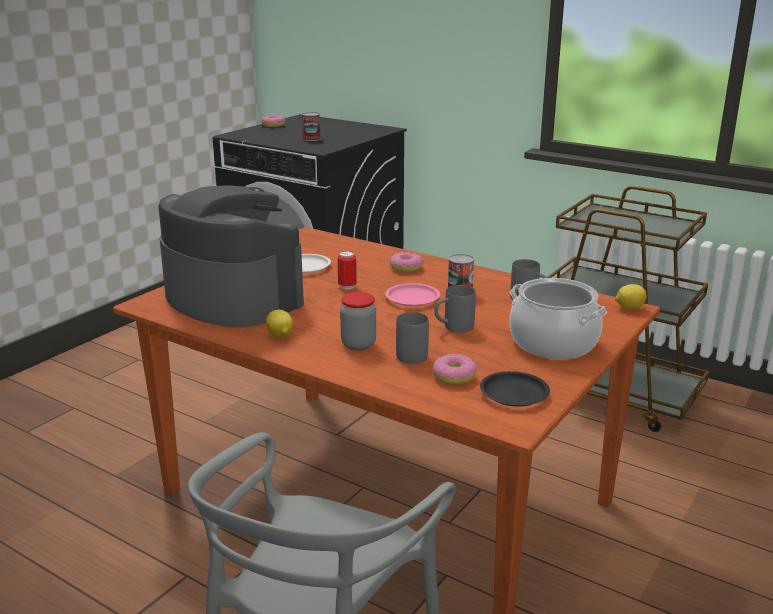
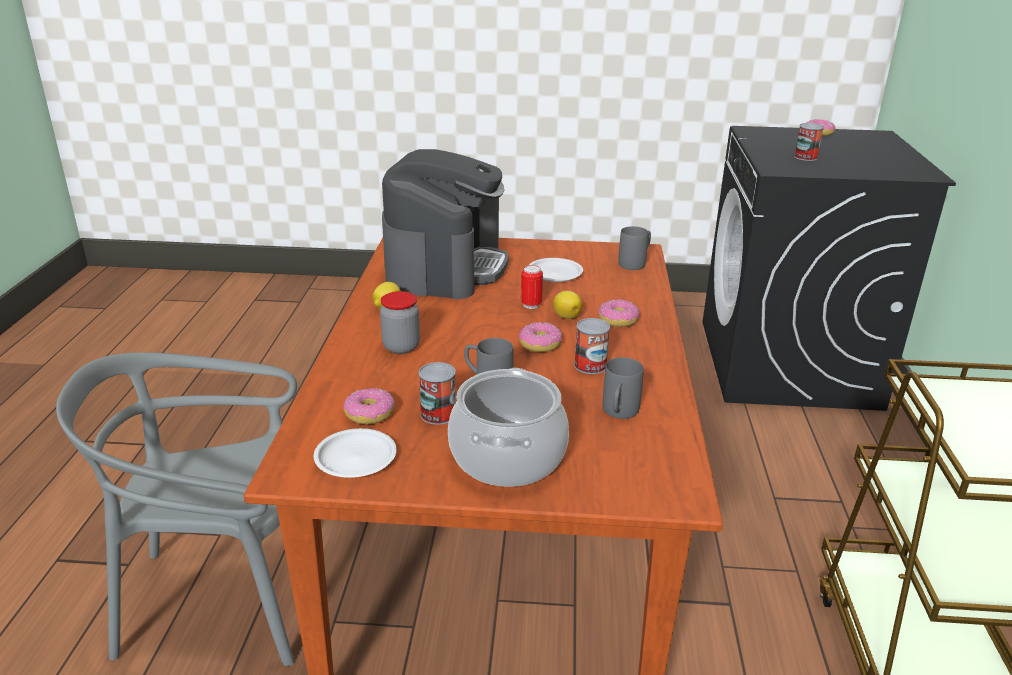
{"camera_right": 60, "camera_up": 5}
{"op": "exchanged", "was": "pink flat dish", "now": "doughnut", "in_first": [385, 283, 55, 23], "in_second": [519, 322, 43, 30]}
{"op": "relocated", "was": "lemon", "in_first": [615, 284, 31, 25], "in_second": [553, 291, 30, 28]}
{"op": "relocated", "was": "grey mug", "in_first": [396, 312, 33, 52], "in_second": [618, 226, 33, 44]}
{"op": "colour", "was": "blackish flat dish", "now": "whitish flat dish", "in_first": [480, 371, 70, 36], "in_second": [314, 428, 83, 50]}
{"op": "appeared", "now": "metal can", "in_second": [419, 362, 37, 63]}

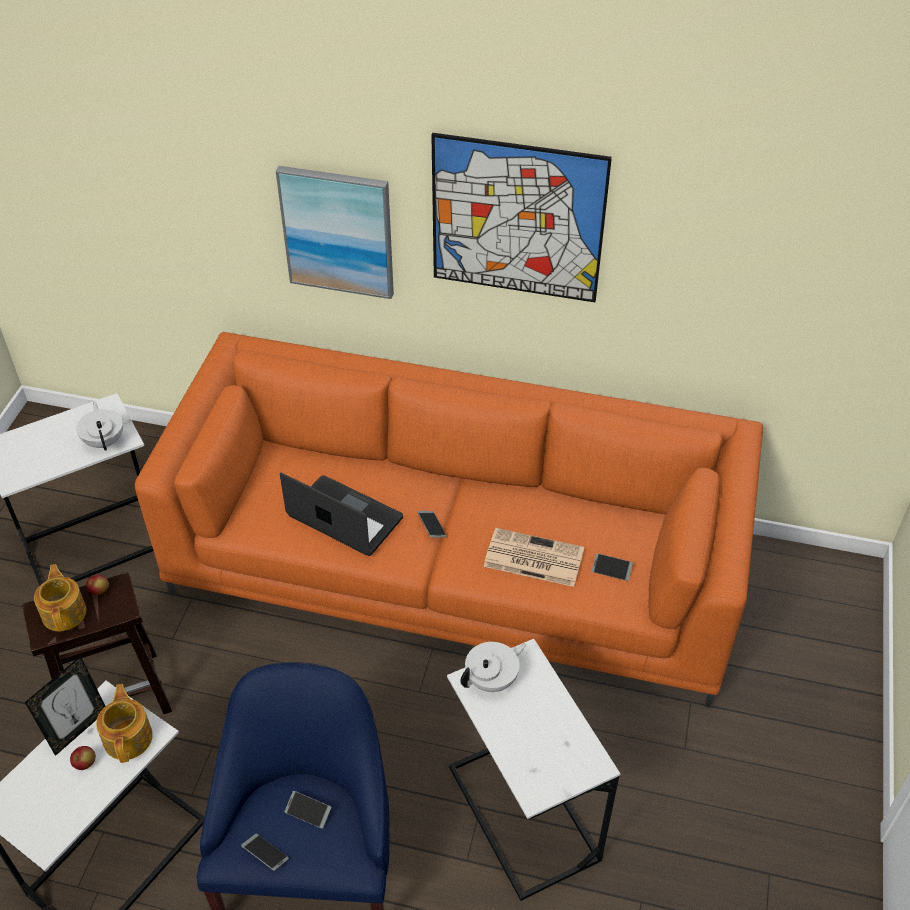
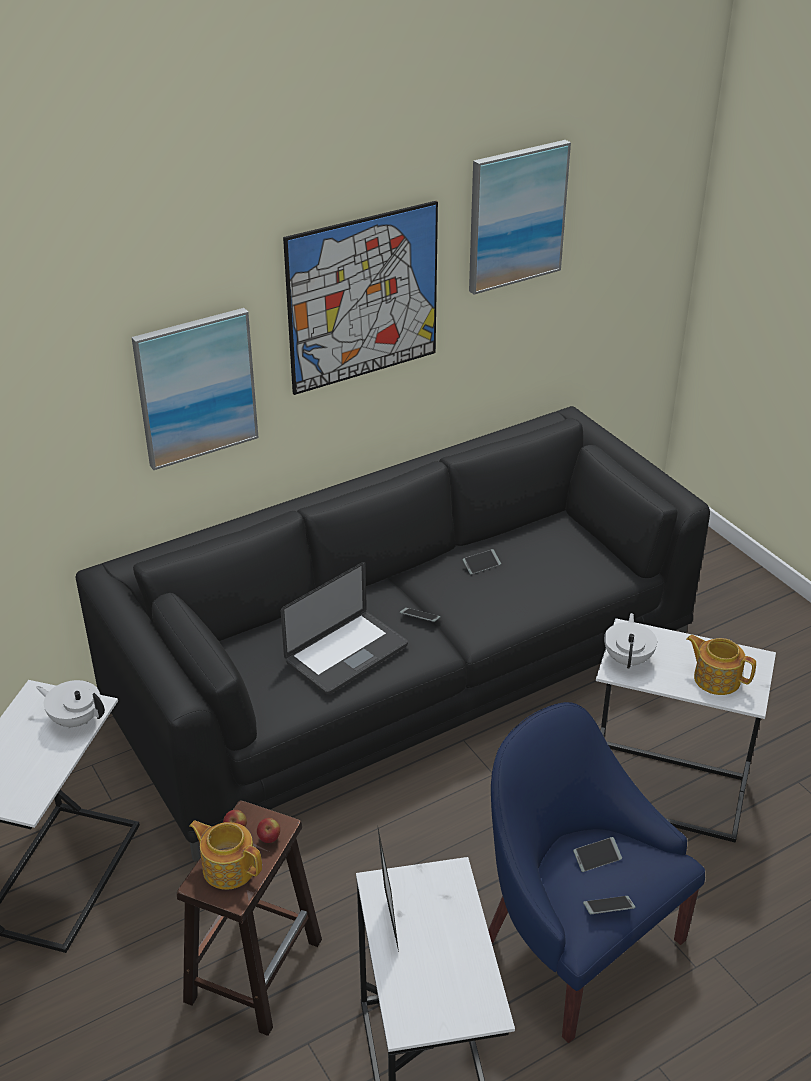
{"camera_right": -45, "camera_up": -10}
{"op": "colour", "was": "orange couch", "now": "blackish couch", "in_first": [135, 332, 628, 376], "in_second": [76, 406, 634, 456]}
{"op": "spun", "was": "laptop", "in_first": [280, 473, 123, 83], "in_second": [281, 562, 127, 133], "clockwise": 150}
{"op": "missing", "was": "newspaper", "in_first": [483, 528, 101, 59]}
{"op": "relocated", "was": "telephone", "in_first": [592, 553, 41, 28], "in_second": [463, 549, 38, 25]}
{"op": "relocated", "was": "teapot", "in_first": [96, 684, 57, 79], "in_second": [687, 635, 69, 60]}
{"op": "relocated", "was": "apple", "in_first": [70, 746, 26, 24], "in_second": [257, 818, 23, 25]}
{"op": "appeared", "now": "wall art", "in_second": [469, 140, 102, 154]}

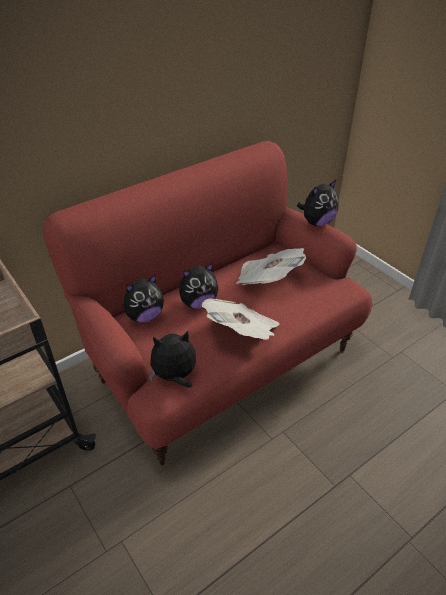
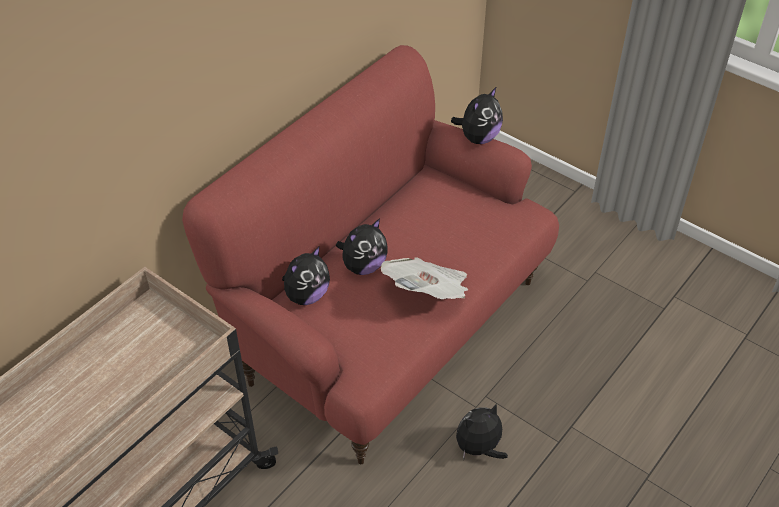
{"camera_right": -15, "camera_up": 5}
{"op": "missing", "was": "newspaper", "in_first": [236, 248, 70, 37]}
{"op": "relocated", "was": "plush toy", "in_first": [149, 331, 47, 56], "in_second": [456, 403, 52, 56]}

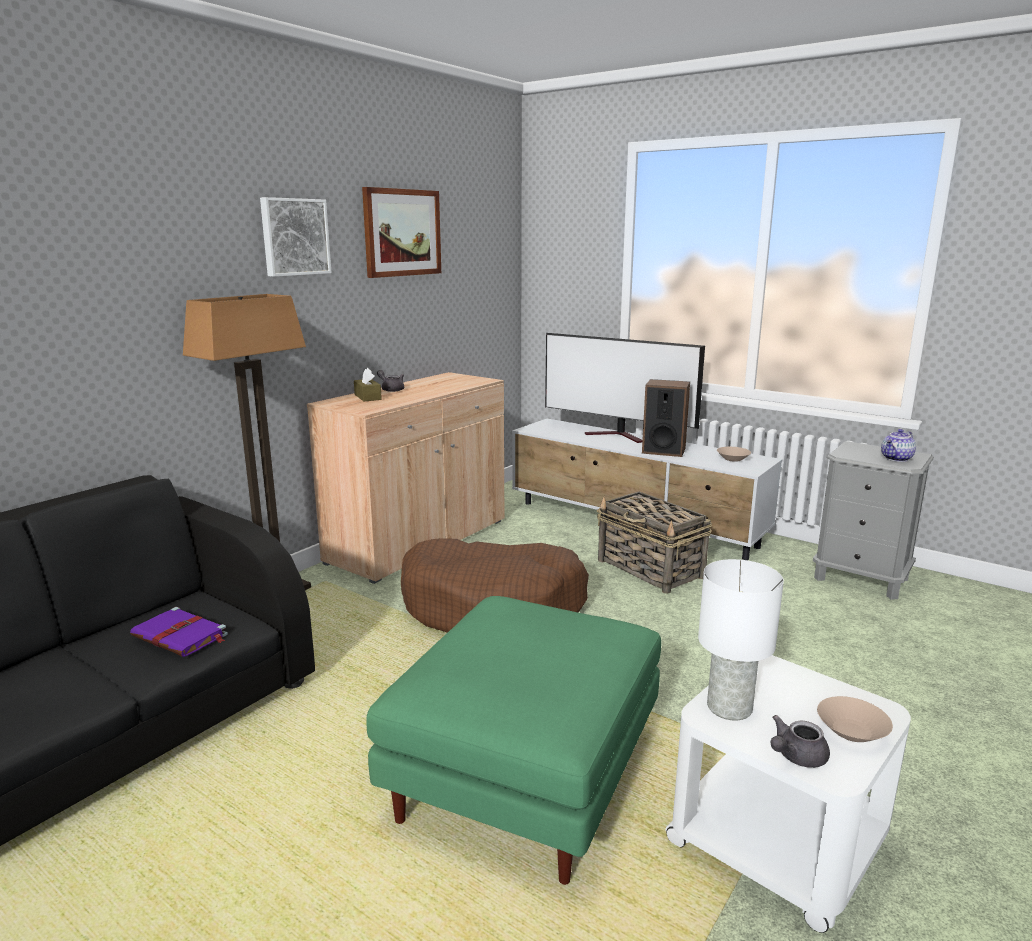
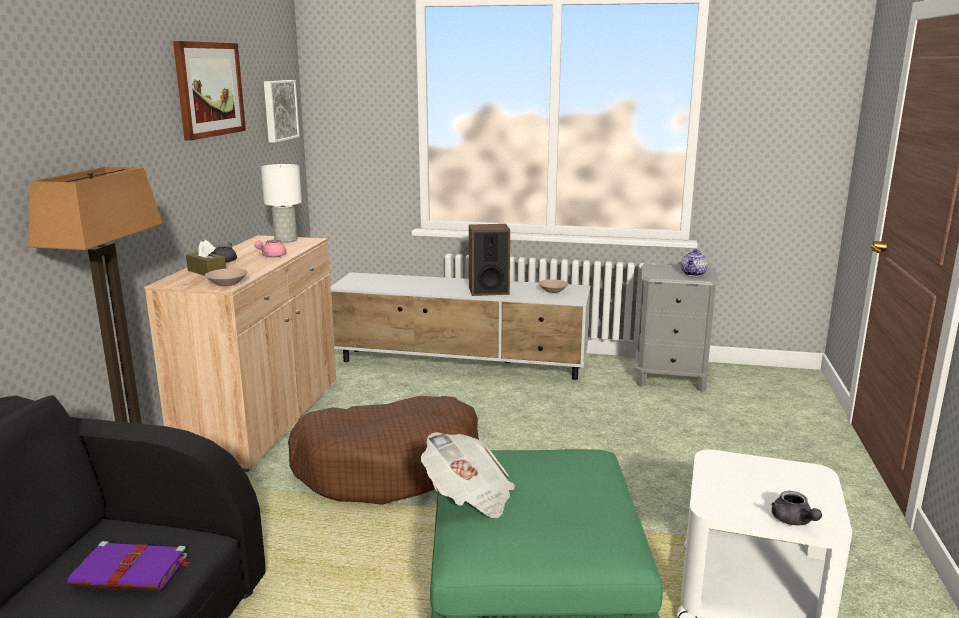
{"camera_right": -25, "camera_up": 0}
{"op": "relocated", "was": "wall art", "in_first": [260, 197, 71, 80], "in_second": [264, 80, 36, 63]}
{"op": "missing", "was": "television", "in_first": [545, 333, 160, 110]}
{"op": "missing", "was": "basket", "in_first": [597, 492, 115, 102]}
{"op": "relocated", "was": "whitish tabletop lamp", "in_first": [698, 559, 86, 162], "in_second": [261, 164, 41, 79]}
{"op": "relocated", "was": "beige-coloured deep dish", "in_first": [817, 696, 76, 46], "in_second": [205, 268, 43, 18]}
{"op": "spun", "was": "grey teapot", "in_first": [770, 715, 60, 53], "in_second": [772, 491, 50, 35], "clockwise": -45}
{"op": "appeared", "now": "pink teapot", "in_second": [254, 240, 33, 17]}
{"op": "appeared", "now": "newspaper", "in_second": [421, 432, 94, 86]}

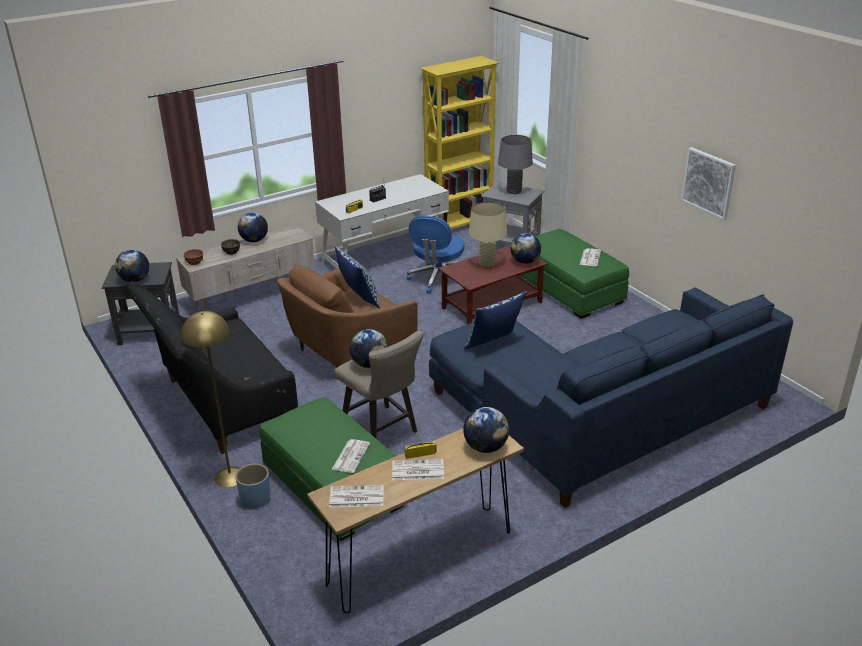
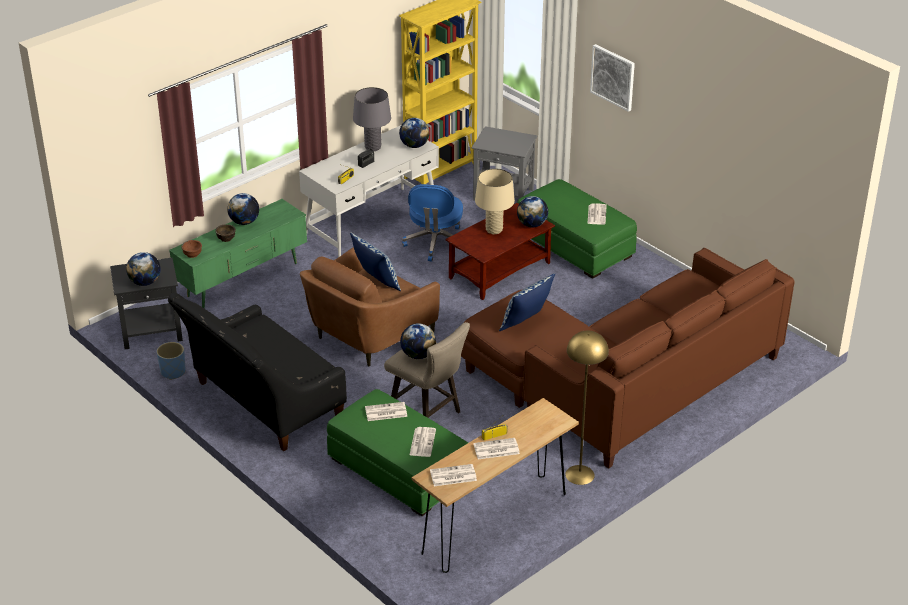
{"camera_right": -10, "camera_up": 5}
{"op": "relocated", "was": "grey tabletop lamp", "in_first": [498, 135, 35, 59], "in_second": [353, 87, 38, 64]}
{"op": "relocated", "was": "wall art", "in_first": [681, 147, 55, 73], "in_second": [590, 44, 45, 68]}
{"op": "colour", "was": "beige-coloured media console", "now": "greenish media console", "in_first": [176, 225, 139, 86], "in_second": [169, 199, 138, 109]}
{"op": "colour", "was": "bluish couch", "now": "brown-coloured couch", "in_first": [429, 287, 364, 221], "in_second": [461, 248, 333, 221]}
{"op": "relocated", "was": "yellow standing lamp", "in_first": [181, 311, 59, 176], "in_second": [565, 330, 44, 155]}
{"op": "relocated", "was": "desk globe", "in_first": [463, 407, 46, 46], "in_second": [399, 118, 31, 30]}
{"op": "relocated", "was": "bluish flower pot", "in_first": [235, 464, 36, 45], "in_second": [157, 342, 28, 38]}
{"op": "appeared", "now": "newspaper", "in_second": [365, 402, 42, 19]}

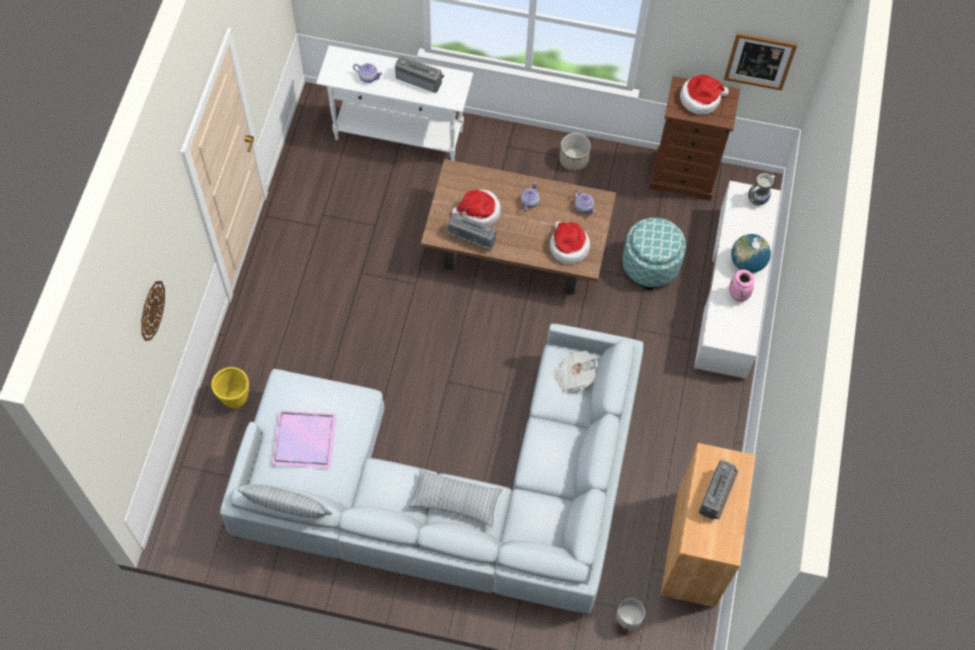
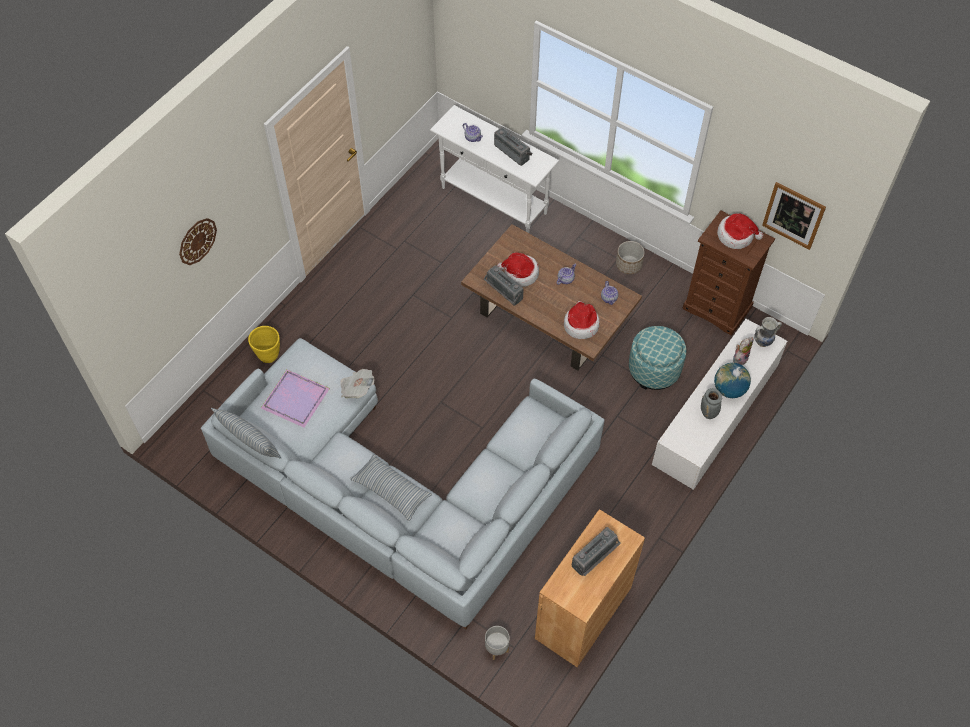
{"camera_right": 25, "camera_up": -5}
{"op": "colour", "was": "pink flower vase", "now": "grey flower vase", "in_first": [729, 269, 26, 33], "in_second": [701, 388, 21, 31]}
{"op": "relocated", "was": "newspaper", "in_first": [552, 351, 46, 41], "in_second": [341, 369, 34, 29]}
{"op": "appeared", "now": "plush toy", "in_second": [733, 337, 20, 28]}

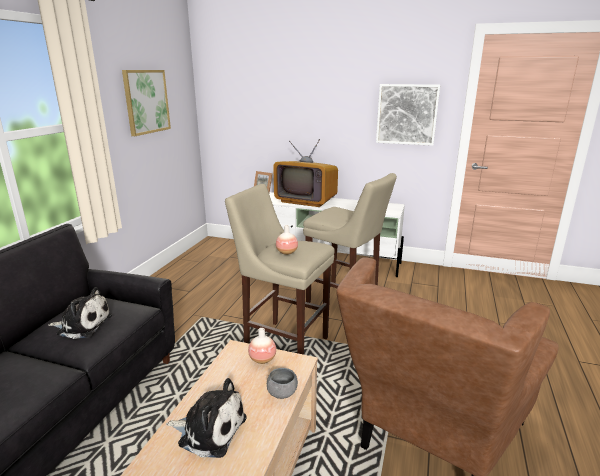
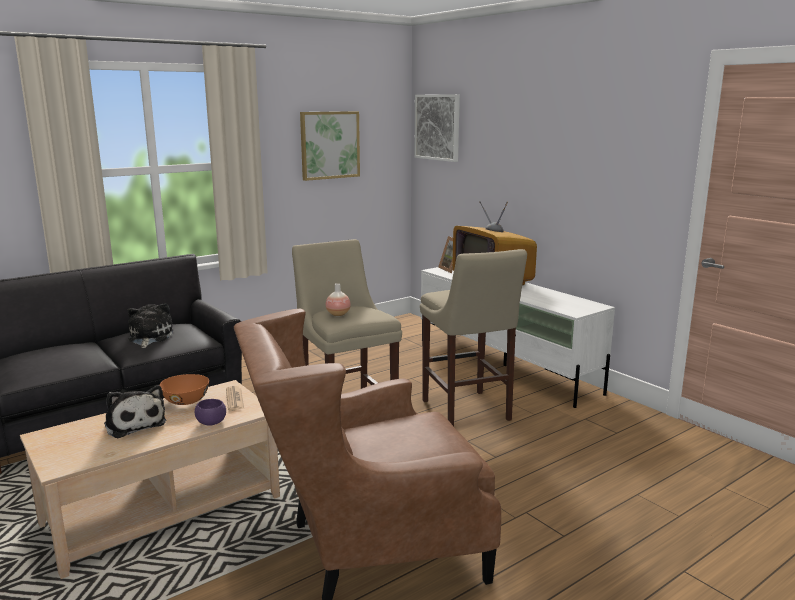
{"camera_right": 35, "camera_up": -5}
{"op": "relocated", "was": "wall art", "in_first": [376, 84, 64, 62], "in_second": [414, 94, 46, 68]}
{"op": "spun", "was": "plush toy", "in_first": [48, 287, 64, 52], "in_second": [128, 303, 45, 45], "clockwise": -135}
{"op": "exchanged", "was": "flower vase", "now": "newspaper", "in_first": [248, 328, 28, 36], "in_second": [226, 386, 18, 25]}
{"op": "colour", "was": "grey deep dish", "now": "purple-coloured deep dish", "in_first": [267, 368, 31, 31], "in_second": [195, 399, 31, 26]}
{"op": "appeared", "now": "orange deep dish", "in_second": [160, 374, 49, 31]}

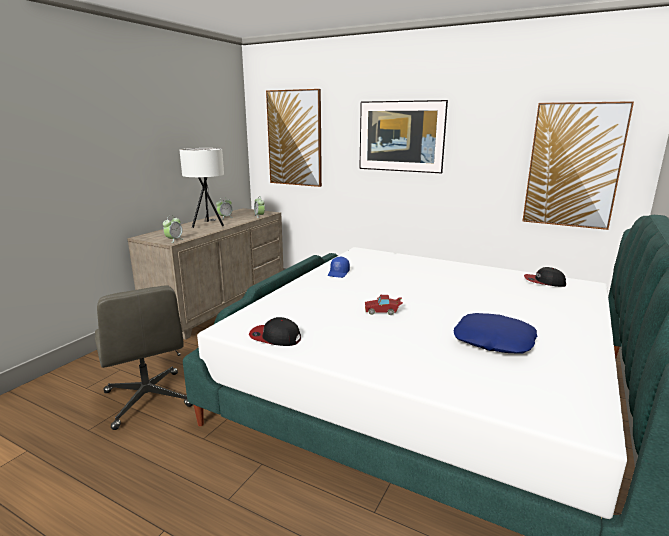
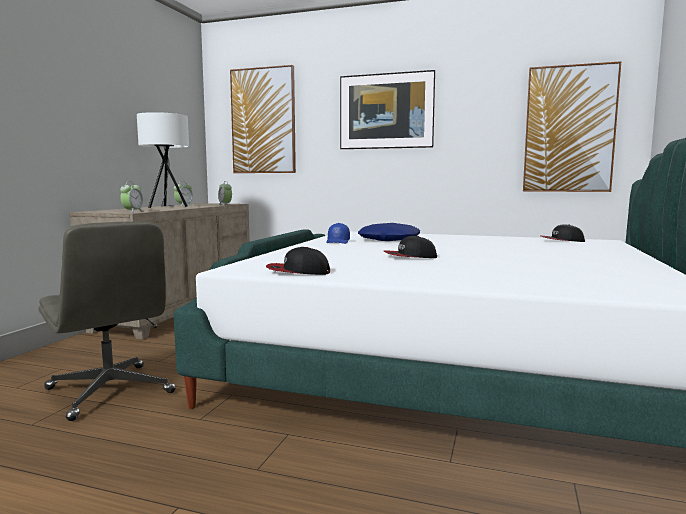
{"camera_right": -10, "camera_up": -10}
{"op": "exchanged", "was": "reddish model car", "now": "baseball cap", "in_first": [365, 295, 38, 20], "in_second": [384, 236, 53, 22]}
{"op": "relocated", "was": "bluish cushion", "in_first": [454, 313, 83, 41], "in_second": [358, 223, 62, 18]}

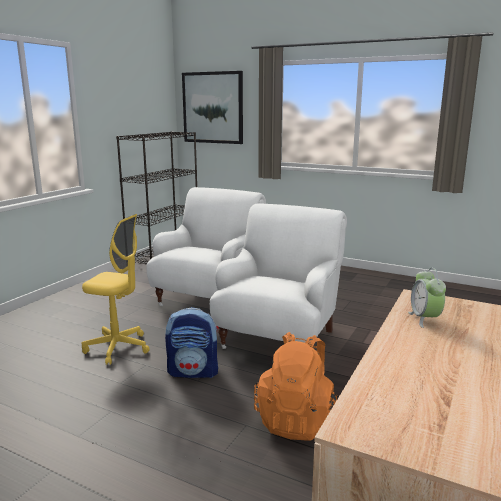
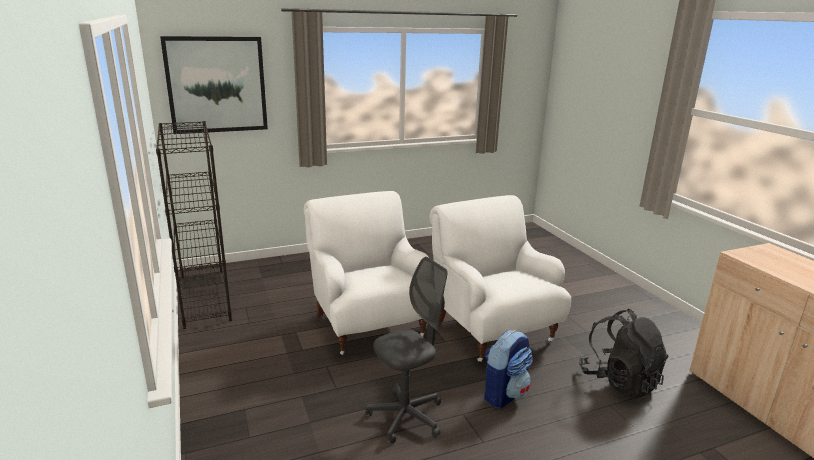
{"camera_right": -50, "camera_up": 5}
{"op": "colour", "was": "yellow office chair", "now": "grey office chair", "in_first": [82, 214, 68, 151], "in_second": [365, 257, 83, 187]}
{"op": "missing", "was": "table clock", "in_first": [408, 267, 38, 61]}
{"op": "colour", "was": "orange rucksack", "now": "blackish rucksack", "in_first": [254, 332, 85, 109], "in_second": [579, 309, 90, 90]}

